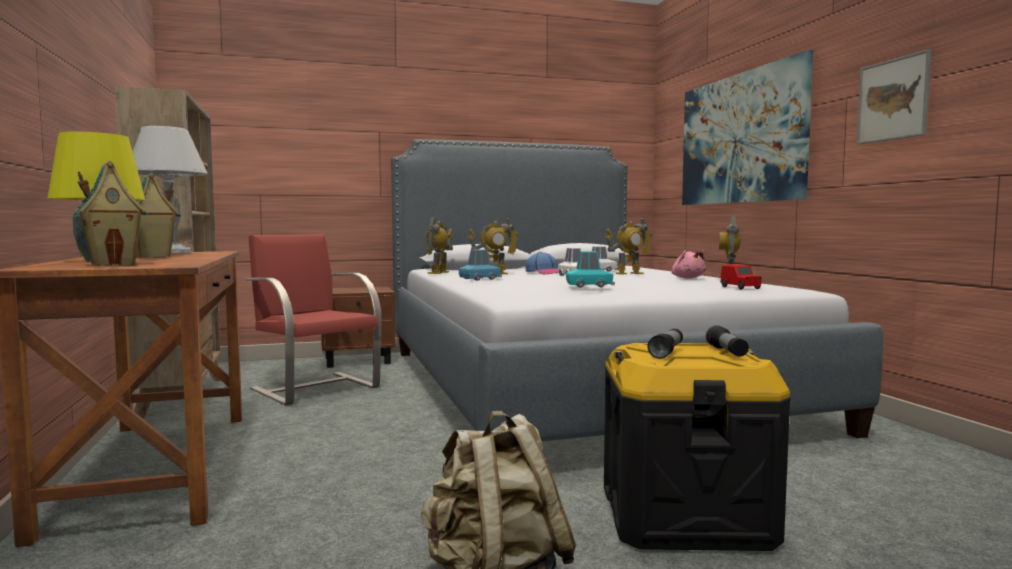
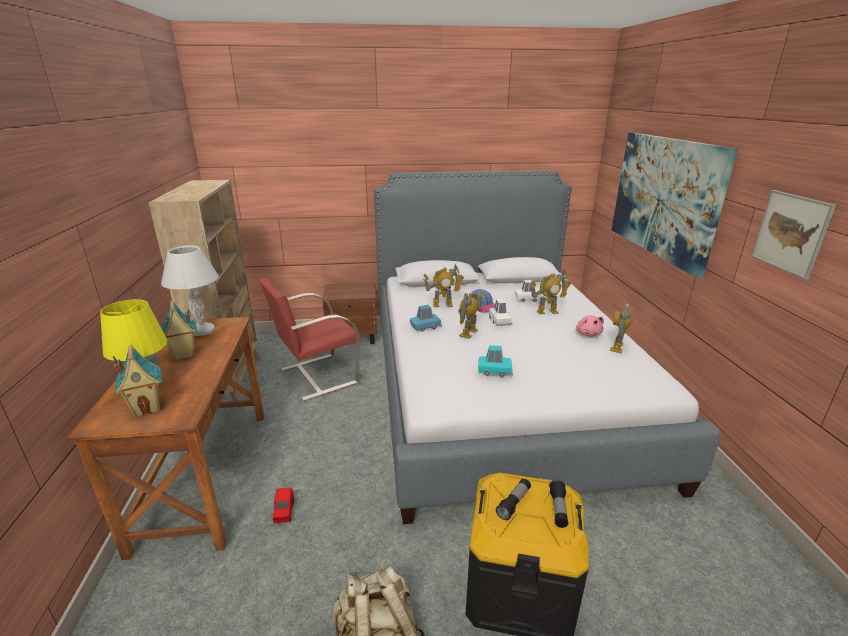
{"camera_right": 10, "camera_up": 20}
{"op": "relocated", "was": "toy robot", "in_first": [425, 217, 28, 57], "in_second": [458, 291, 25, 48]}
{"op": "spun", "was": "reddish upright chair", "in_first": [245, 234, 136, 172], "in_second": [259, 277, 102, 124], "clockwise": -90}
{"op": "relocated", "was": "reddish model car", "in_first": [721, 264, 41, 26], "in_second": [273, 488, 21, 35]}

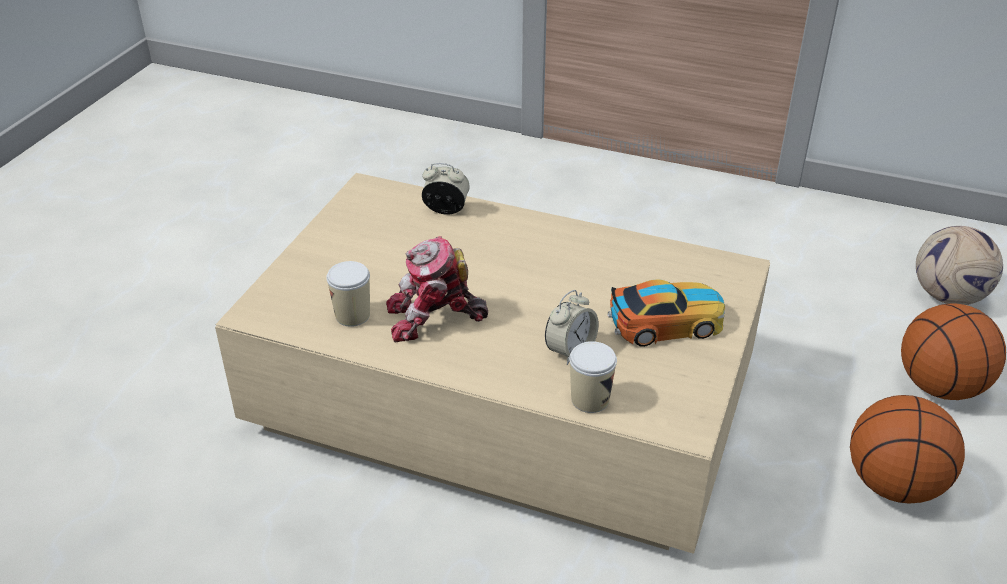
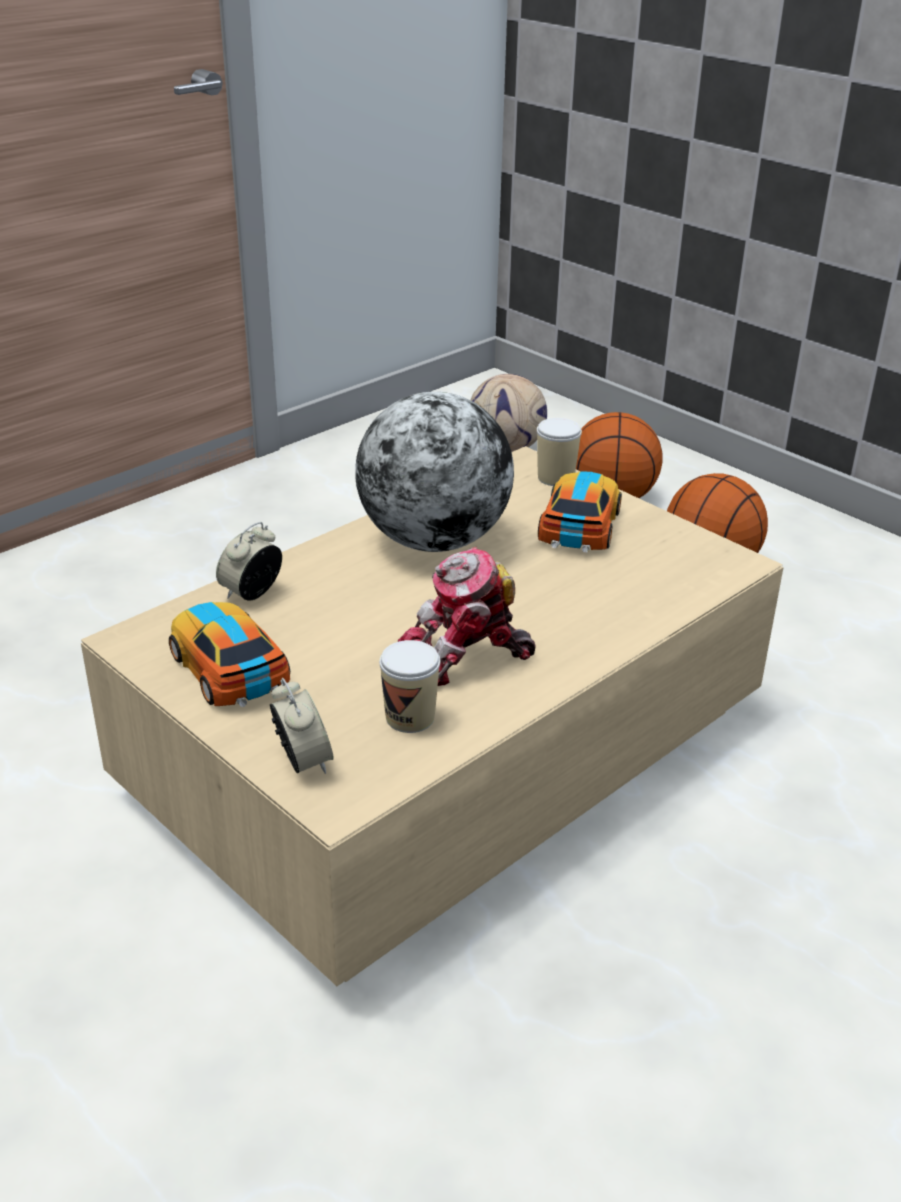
{"camera_right": -65, "camera_up": -5}
{"op": "spun", "was": "toy robot", "in_first": [386, 236, 102, 106], "in_second": [398, 547, 138, 139], "clockwise": 60}
{"op": "relocated", "was": "table clock", "in_first": [545, 290, 54, 75], "in_second": [270, 678, 64, 96]}
{"op": "relocated", "was": "small cup", "in_first": [569, 341, 48, 72], "in_second": [537, 418, 45, 68]}
{"op": "appeared", "now": "desk globe", "in_second": [355, 392, 159, 160]}
{"op": "appeared", "now": "model car", "in_second": [169, 602, 121, 105]}

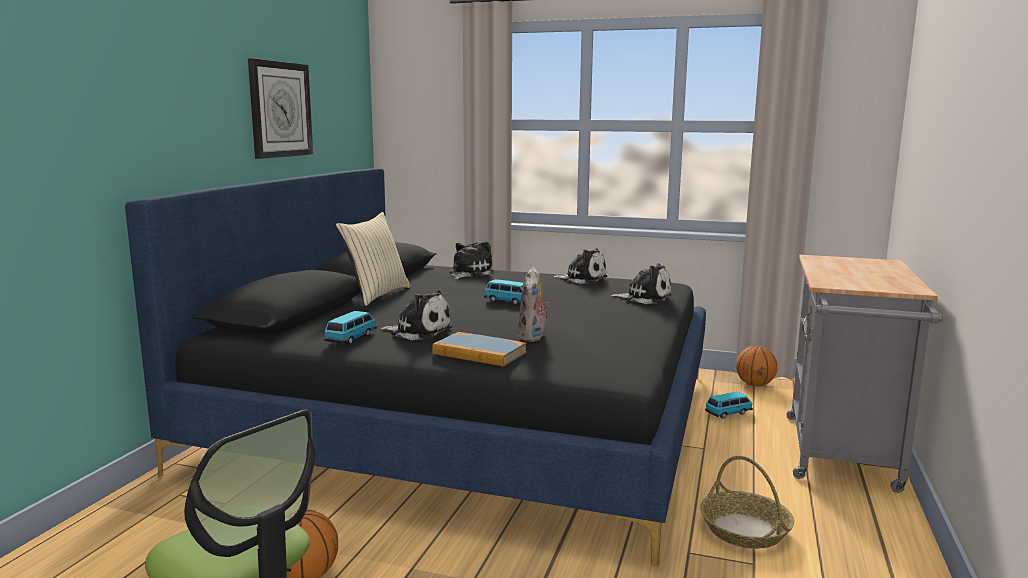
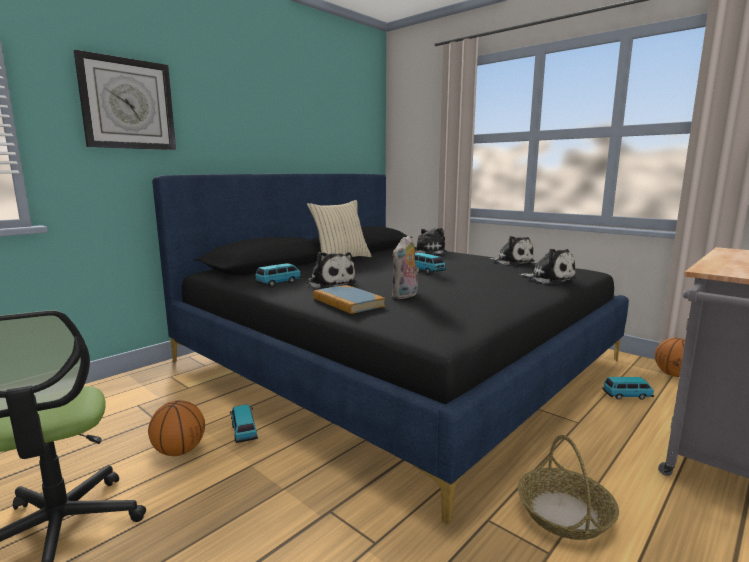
{"camera_right": 25, "camera_up": 0}
{"op": "relocated", "was": "hanging clock", "in_first": [248, 58, 65, 101], "in_second": [74, 50, 102, 100]}
{"op": "appeared", "now": "model car", "in_second": [230, 404, 28, 39]}

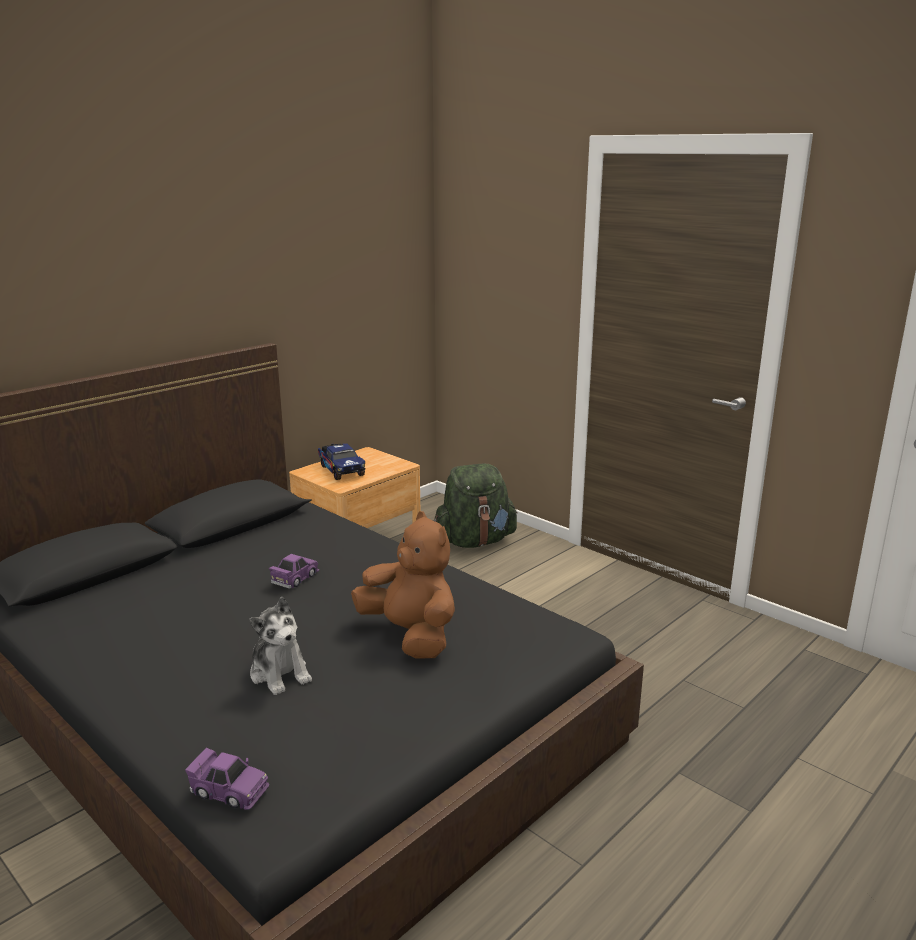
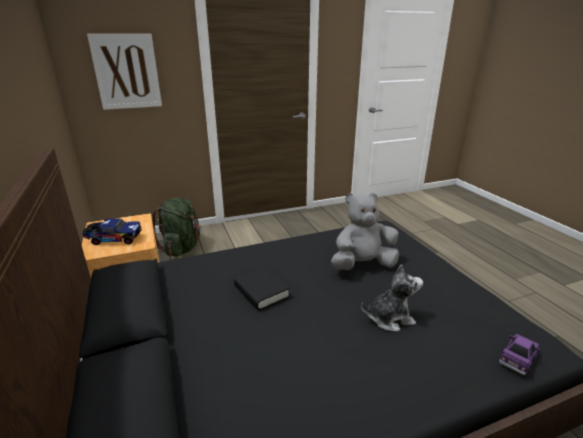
{"camera_right": -65, "camera_up": 5}
{"op": "colour", "was": "brown-coloured plush toy", "now": "grey plush toy", "in_first": [351, 511, 104, 147], "in_second": [331, 192, 68, 78]}
{"op": "exchanged", "was": "purple-coloured model car", "now": "blackish bound book", "in_first": [269, 554, 50, 35], "in_second": [234, 267, 56, 44]}
{"op": "appeared", "now": "wall art", "in_second": [87, 34, 75, 76]}

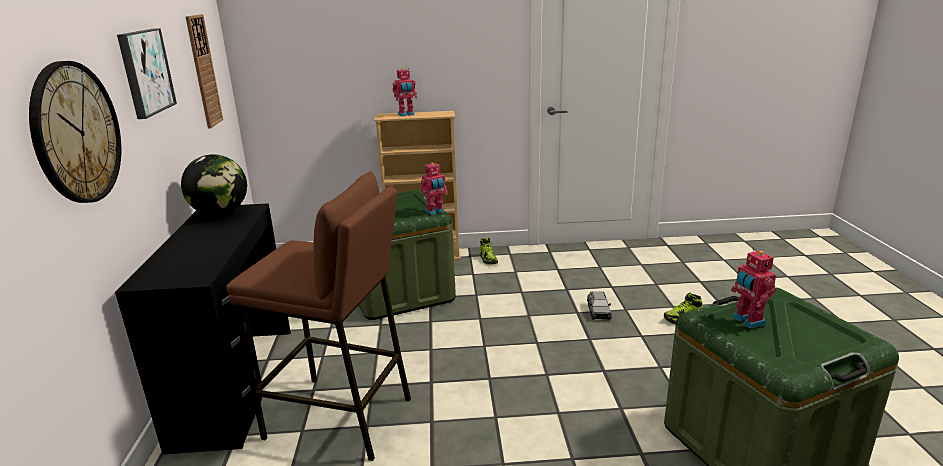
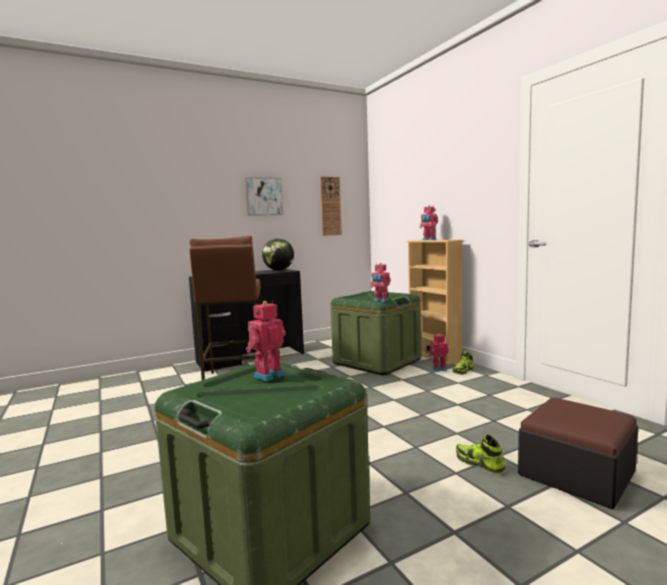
{"camera_right": 65, "camera_up": -15}
{"op": "missing", "was": "hanging clock", "in_first": [29, 61, 92, 142]}
{"op": "missing", "was": "grey model car", "in_first": [587, 291, 25, 29]}
{"op": "appeared", "now": "toy robot", "in_second": [429, 333, 20, 39]}
{"op": "appeared", "now": "pouffe", "in_second": [518, 397, 120, 112]}

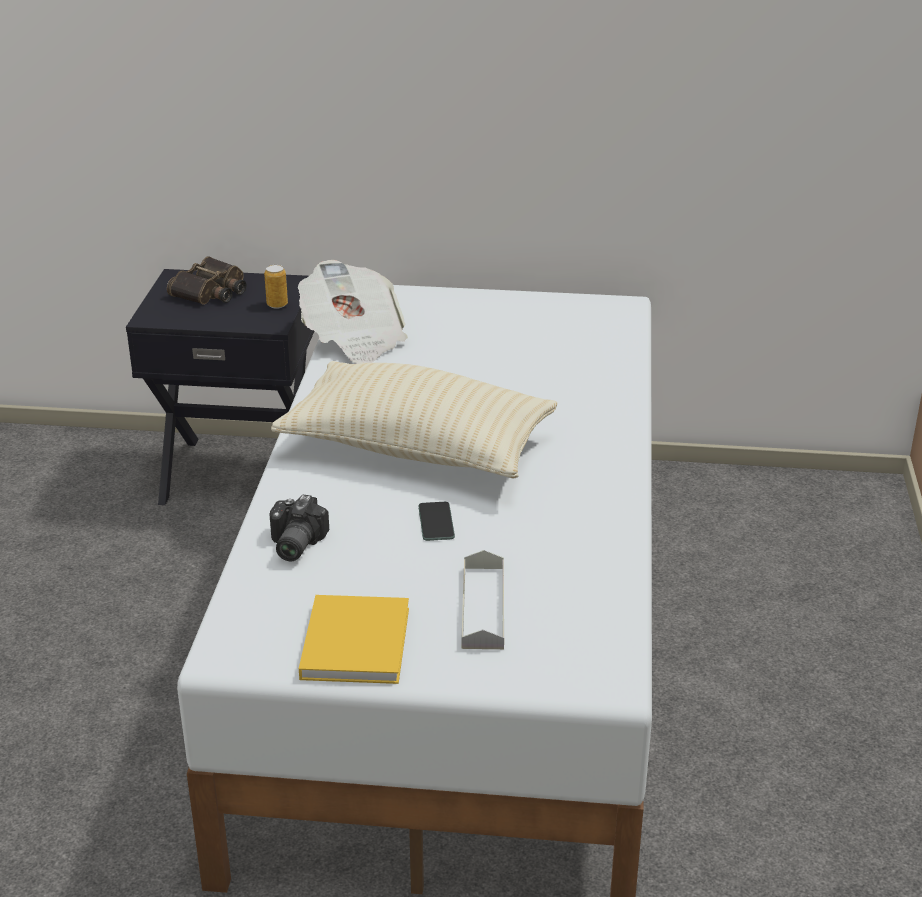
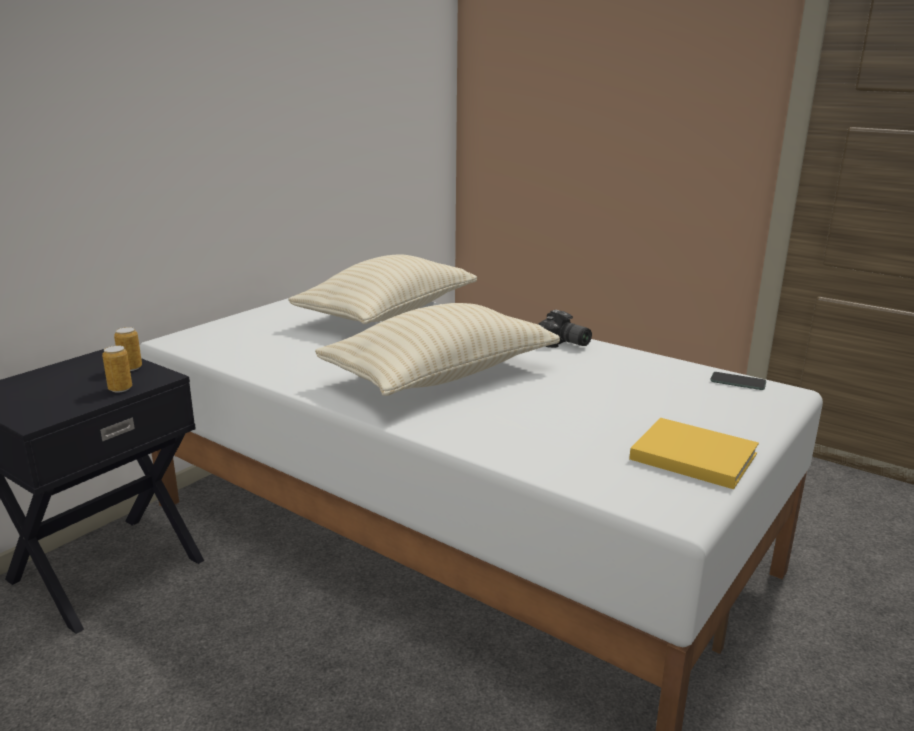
{"camera_right": -60, "camera_up": -10}
{"op": "missing", "was": "field glasses", "in_first": [167, 257, 79, 47]}
{"op": "missing", "was": "newspaper", "in_first": [298, 260, 110, 104]}
{"op": "relocated", "was": "still camera", "in_first": [269, 495, 60, 66], "in_second": [538, 310, 54, 38]}
{"op": "relocated", "was": "telephone", "in_first": [418, 502, 37, 39], "in_second": [710, 372, 56, 18]}
{"op": "missing", "was": "grey serving tray", "in_first": [462, 550, 42, 99]}
{"op": "appeared", "now": "beige-coloured cushion", "in_second": [288, 254, 189, 70]}
{"op": "appeared", "now": "metal can", "in_second": [102, 345, 30, 48]}

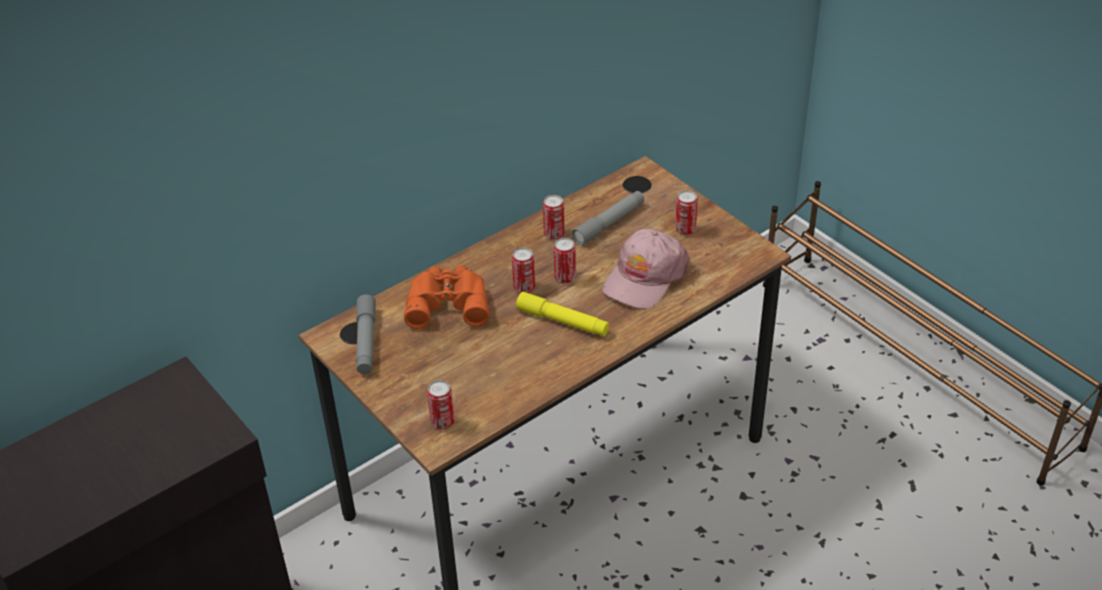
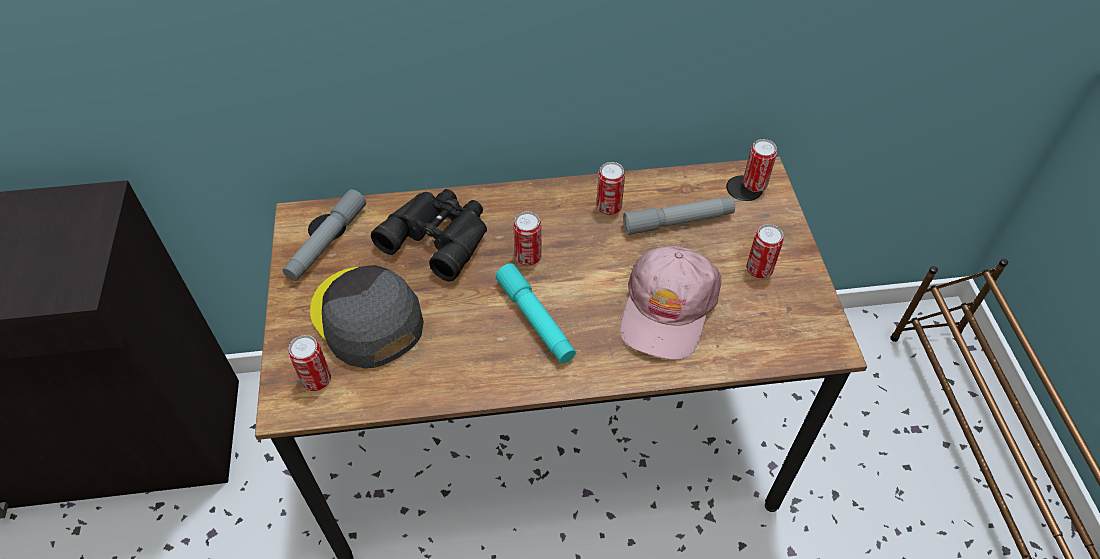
{"camera_right": 30, "camera_up": 10}
{"op": "spun", "was": "pink baseball cap", "in_first": [603, 229, 87, 80], "in_second": [620, 246, 101, 114], "clockwise": -45}
{"op": "relocated", "was": "metal can", "in_first": [554, 238, 22, 46], "in_second": [743, 139, 34, 53]}
{"op": "colour", "was": "orange field glasses", "now": "blackish field glasses", "in_first": [404, 266, 85, 63], "in_second": [371, 189, 116, 93]}
{"op": "colour", "was": "yellow flashlight", "now": "turquoise flashlight", "in_first": [516, 292, 93, 44], "in_second": [495, 263, 81, 100]}
{"op": "appeared", "now": "grey baseball cap", "in_second": [310, 265, 114, 104]}

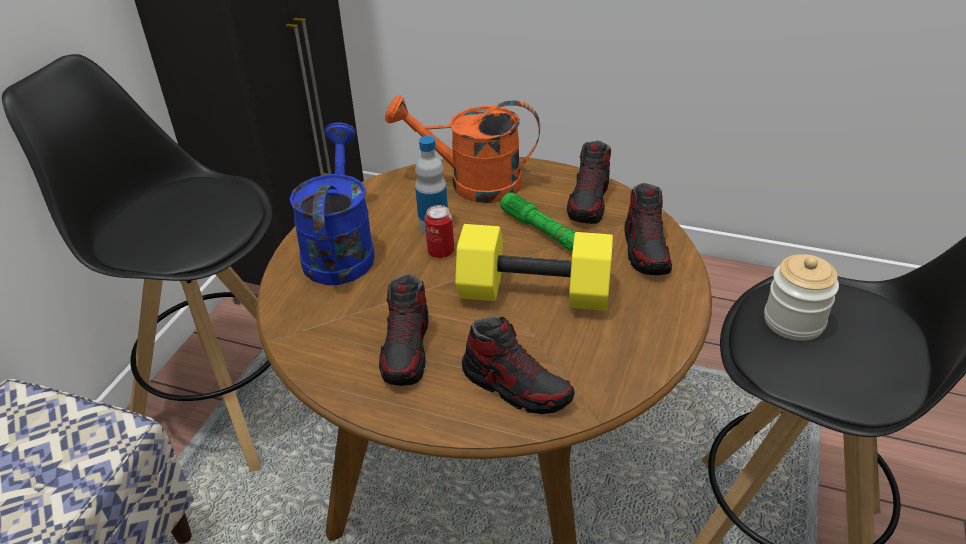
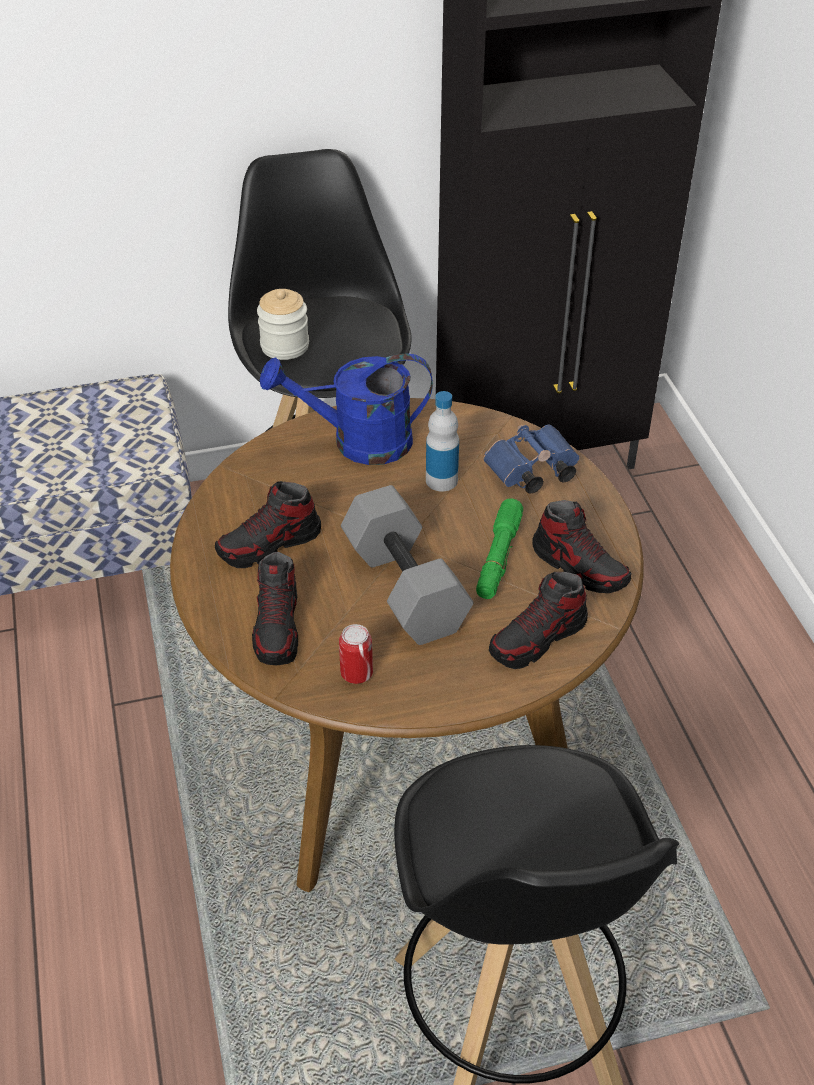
{"camera_right": 55, "camera_up": 5}
{"op": "exchanged", "was": "orange watering pot", "now": "bluish field glasses", "in_first": [385, 95, 155, 108], "in_second": [484, 425, 95, 69]}
{"op": "spun", "was": "bluish watering pot", "in_first": [289, 122, 86, 163], "in_second": [260, 353, 173, 112], "clockwise": -150}
{"op": "spun", "was": "low shoe", "in_first": [567, 141, 44, 83], "in_second": [532, 500, 99, 93], "clockwise": -120}
{"op": "relocated", "was": "metal can", "in_first": [425, 205, 29, 53], "in_second": [339, 624, 34, 60]}
{"op": "colour", "was": "yellow hand weight", "now": "grey hand weight", "in_first": [455, 224, 158, 87], "in_second": [341, 485, 132, 160]}
{"op": "relocated", "was": "storage jar", "in_first": [764, 254, 75, 87], "in_second": [257, 289, 52, 71]}

